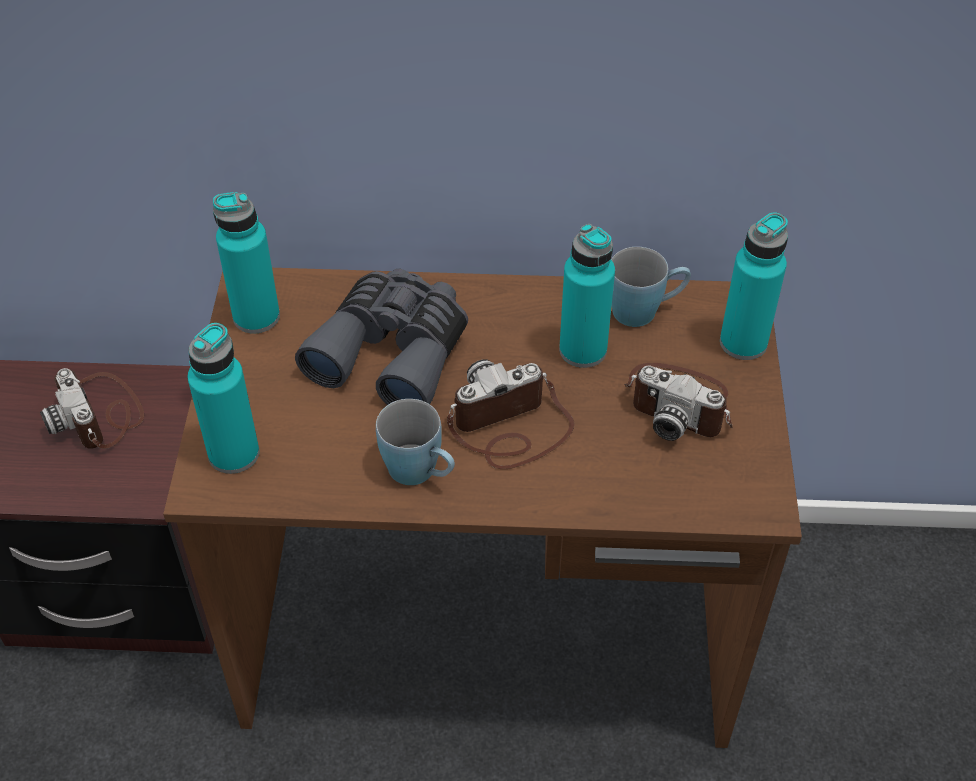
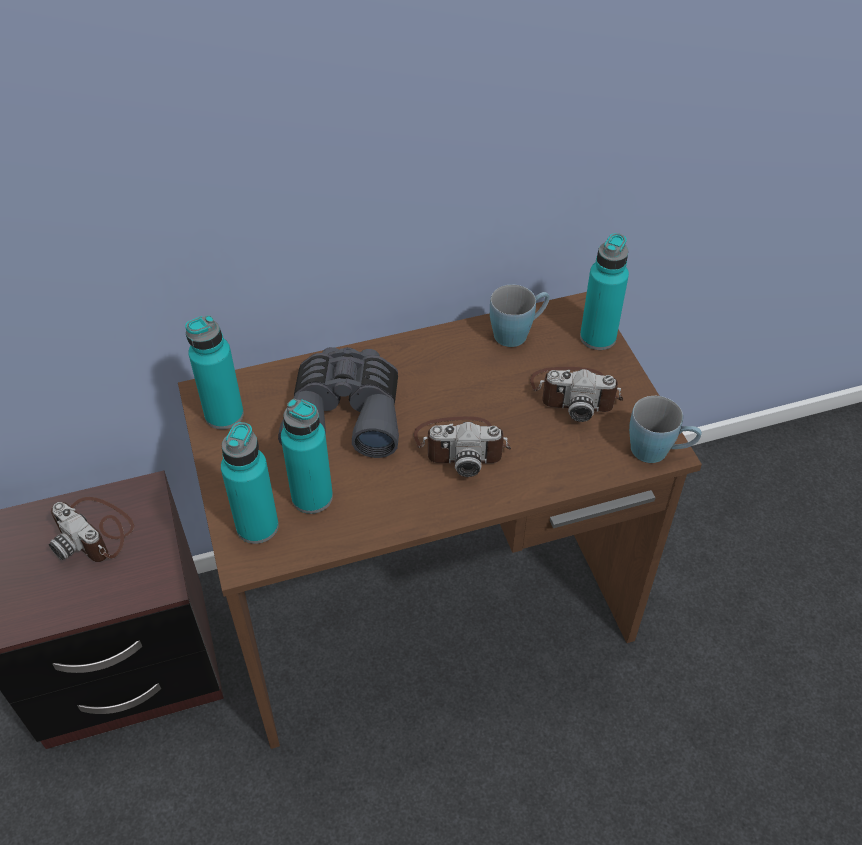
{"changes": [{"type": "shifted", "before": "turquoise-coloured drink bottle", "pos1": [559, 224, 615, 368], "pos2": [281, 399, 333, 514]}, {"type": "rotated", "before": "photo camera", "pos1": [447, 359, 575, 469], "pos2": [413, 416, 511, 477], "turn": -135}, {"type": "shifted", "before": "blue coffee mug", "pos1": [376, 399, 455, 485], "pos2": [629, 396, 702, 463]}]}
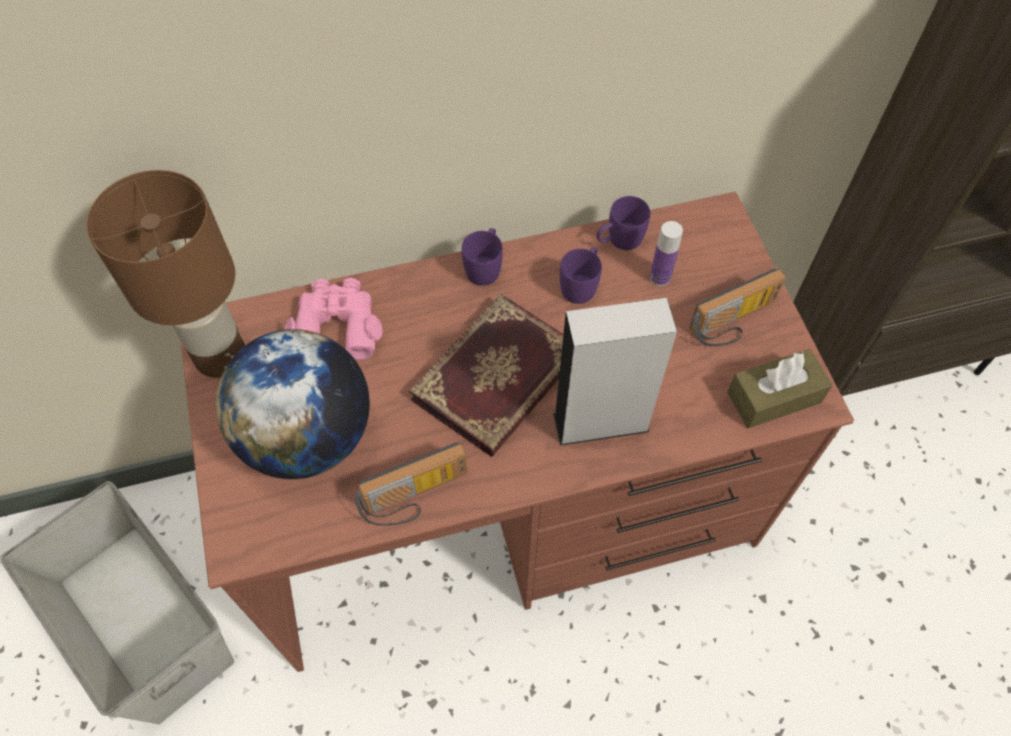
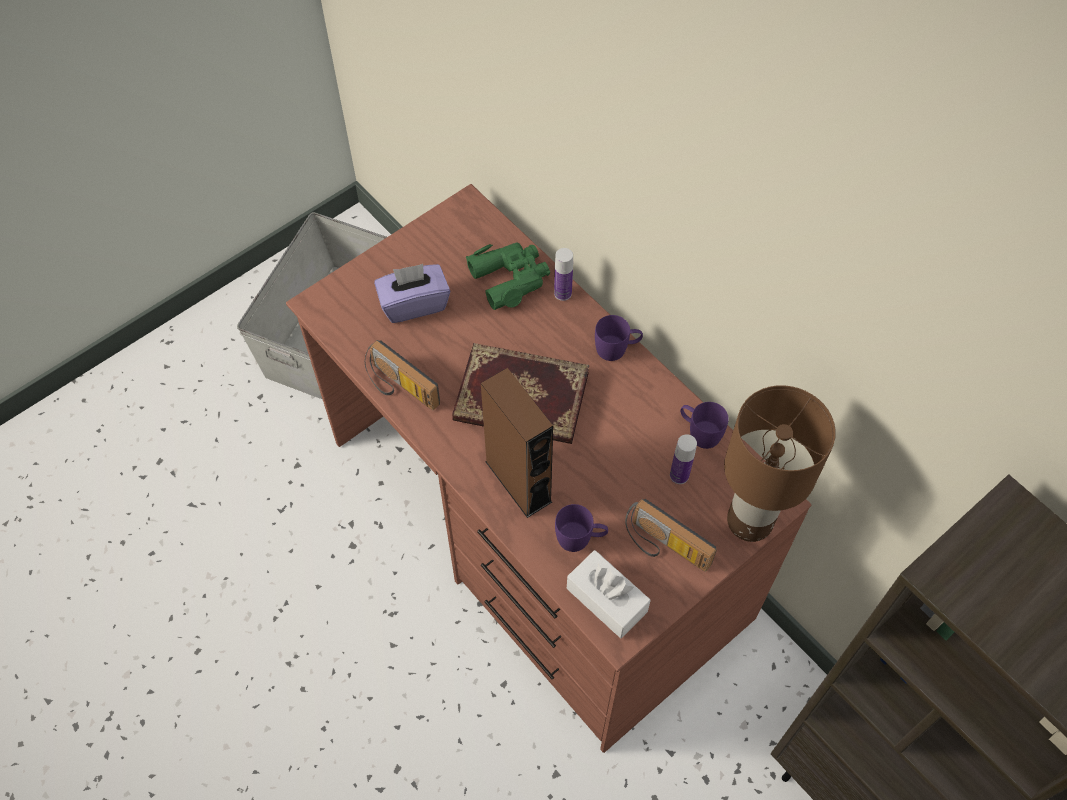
{"changes": [{"type": "shifted", "before": "brownish table lamp", "pos1": [86, 170, 245, 378], "pos2": [724, 385, 836, 542]}, {"type": "shifted", "before": "purplish coffee mug", "pos1": [560, 247, 602, 304], "pos2": [555, 504, 608, 552]}, {"type": "repainted", "before": "pinkish binoculars", "after": "green-coloured binoculars", "pos1": [285, 278, 383, 360], "pos2": [466, 242, 550, 310]}, {"type": "repainted", "before": "gray audio speaker", "after": "brownish audio speaker", "pos1": [553, 297, 677, 446], "pos2": [481, 368, 553, 518]}, {"type": "swapped", "before": "globe", "after": "purplish tissue holder", "pos1": [216, 329, 370, 479], "pos2": [374, 264, 450, 323]}, {"type": "repainted", "before": "brownish tissue holder", "after": "whitish tissue holder", "pos1": [727, 349, 832, 428], "pos2": [567, 550, 651, 638]}, {"type": "new", "after": "drink bottle", "pos2": [554, 248, 573, 301]}]}
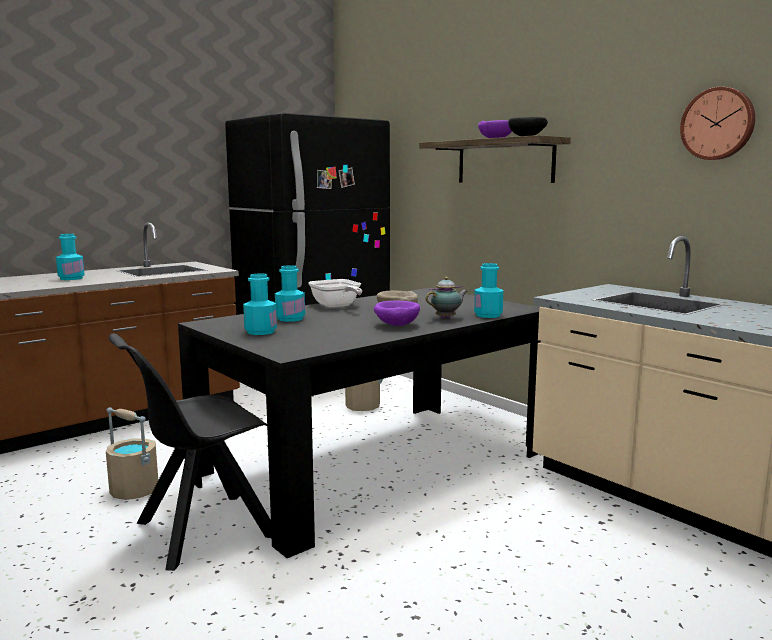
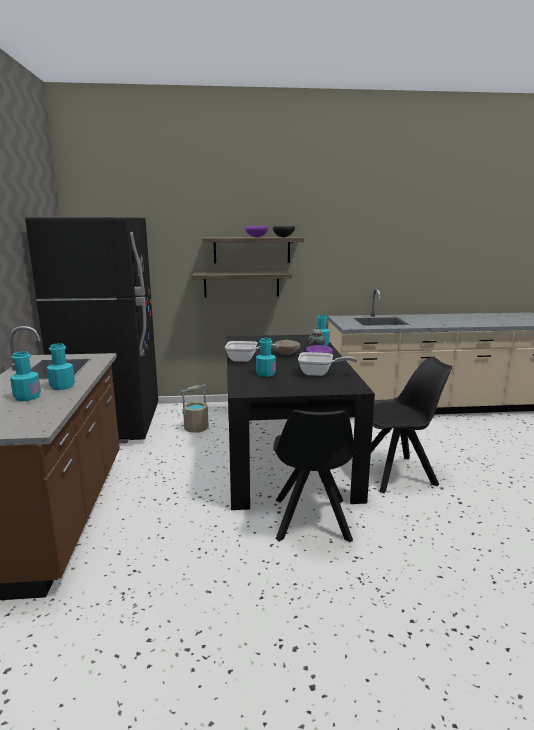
{"changes": [{"type": "gone", "before": "hanging clock", "pos1": [680, 87, 755, 160]}, {"type": "shifted", "before": "turquoise-coloured drink bottle", "pos1": [243, 274, 277, 335], "pos2": [47, 343, 75, 390]}, {"type": "gone", "before": "sand-coloured pail", "pos1": [106, 407, 158, 500]}, {"type": "new", "after": "bracket shelf", "pos2": [192, 271, 292, 297]}, {"type": "new", "after": "pan", "pos2": [298, 352, 358, 376]}, {"type": "new", "after": "blackish plain chair", "pos2": [371, 357, 452, 493]}]}
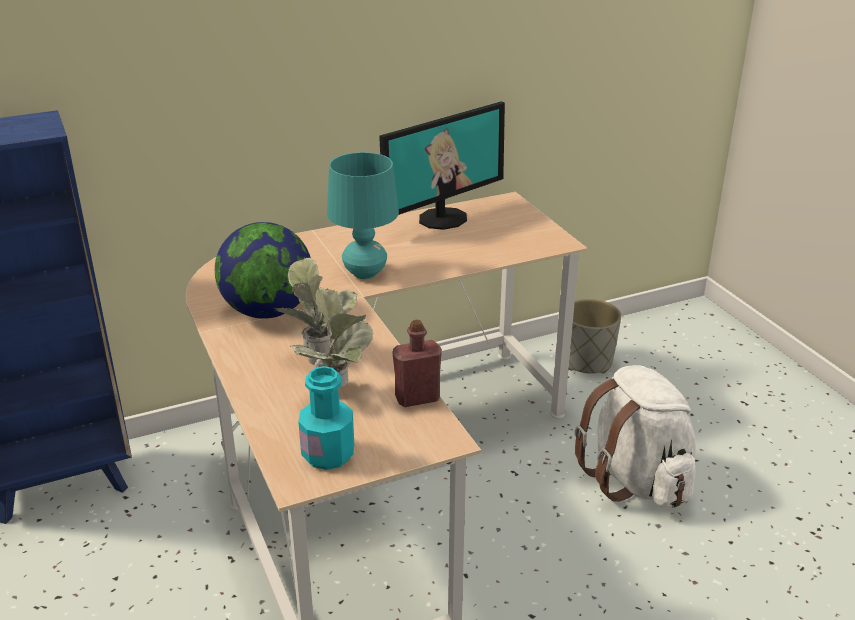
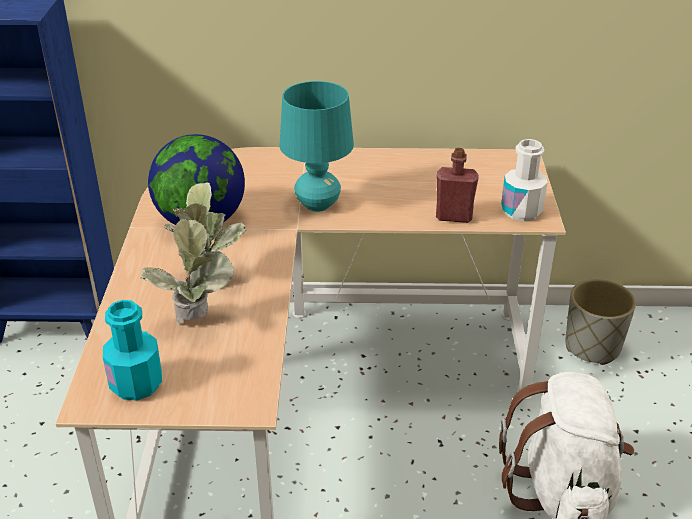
{"changes": [{"type": "gone", "before": "monitor", "pos1": [379, 101, 505, 230]}, {"type": "shifted", "before": "red drink bottle", "pos1": [392, 320, 442, 407], "pos2": [436, 148, 479, 223]}, {"type": "new", "after": "whitish drink bottle", "pos2": [501, 139, 547, 221]}]}
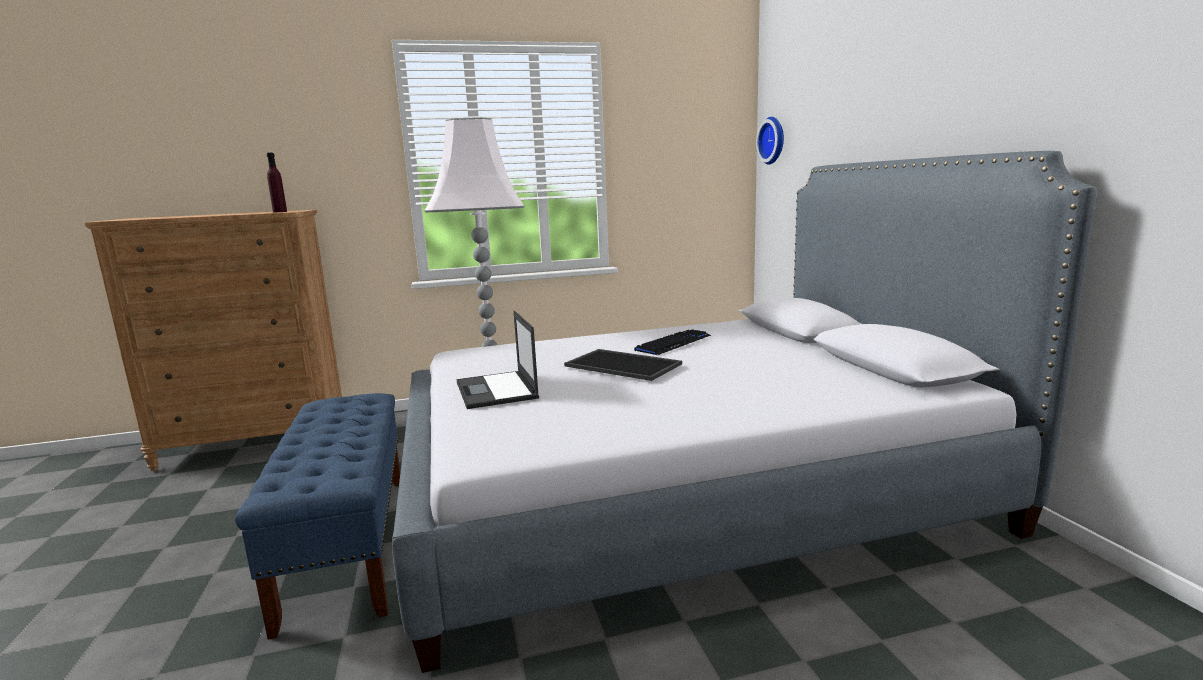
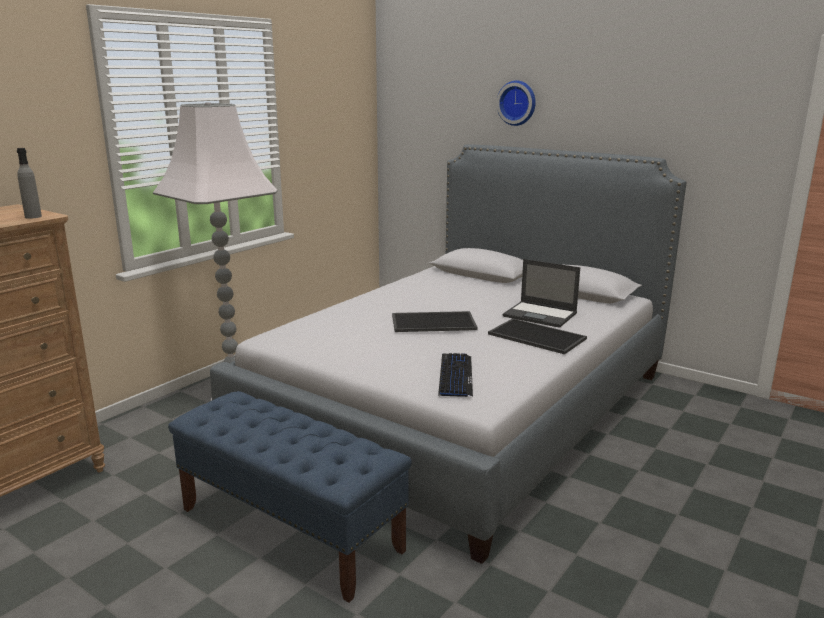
{"changes": [{"type": "shifted", "before": "hanging clock", "pos1": [756, 117, 784, 165], "pos2": [496, 80, 536, 126]}, {"type": "repainted", "before": "purplish drink bottle", "after": "gray drink bottle", "pos1": [267, 153, 287, 213], "pos2": [17, 148, 42, 219]}, {"type": "shifted", "before": "laptop", "pos1": [456, 311, 539, 409], "pos2": [503, 259, 580, 328]}, {"type": "shifted", "before": "keyboard", "pos1": [634, 330, 711, 355], "pos2": [438, 353, 473, 397]}, {"type": "new", "after": "tray", "pos2": [488, 318, 587, 354]}]}
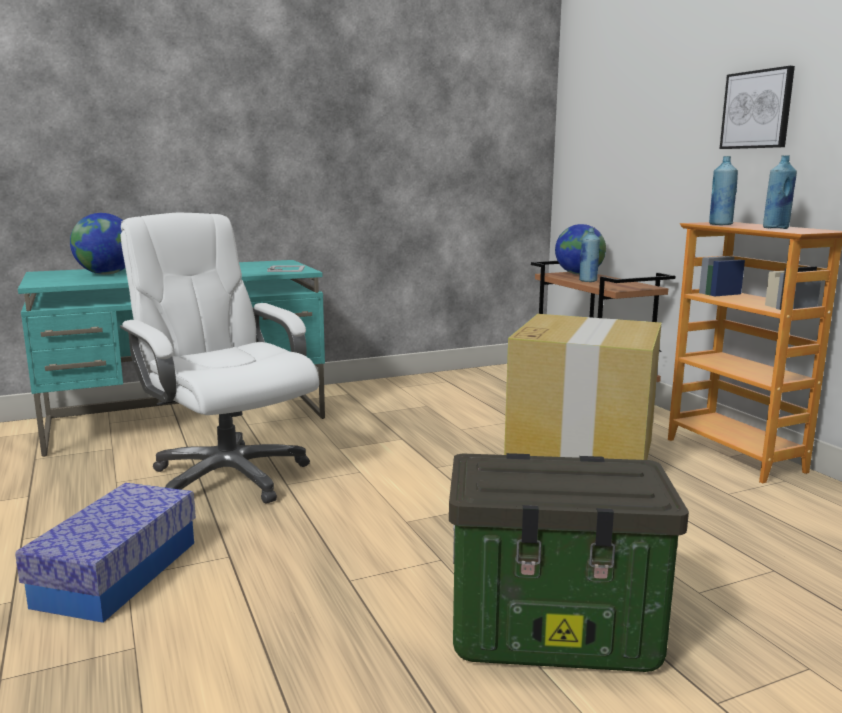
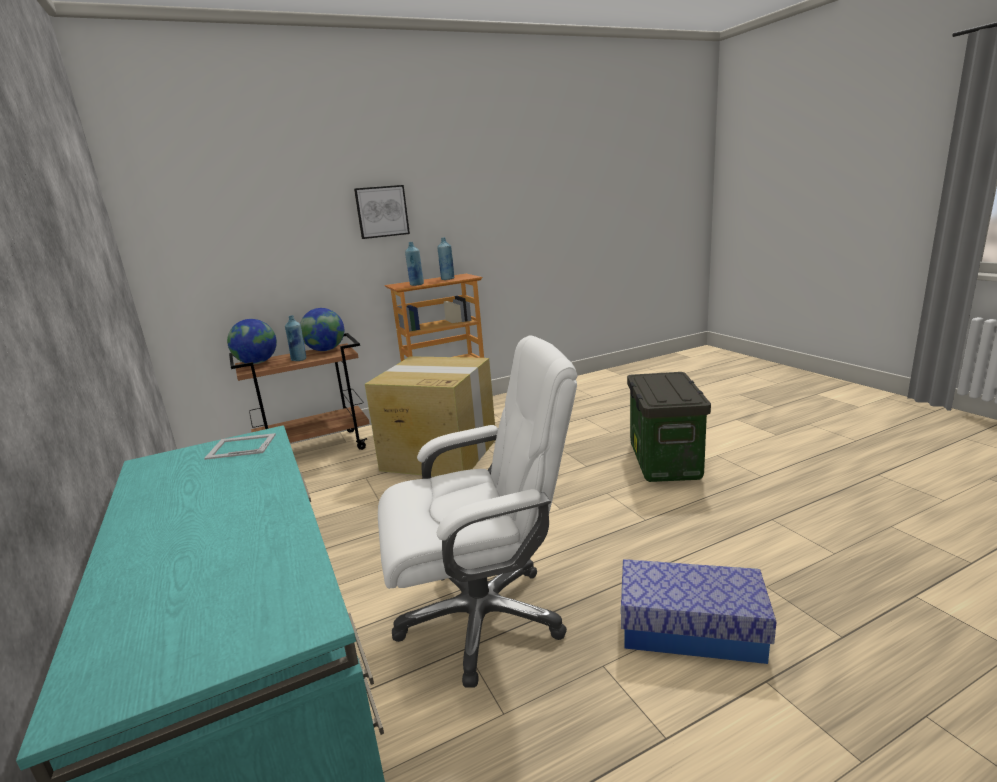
{"changes": [{"type": "shifted", "before": "globe", "pos1": [70, 213, 125, 275], "pos2": [300, 308, 344, 351]}, {"type": "rotated", "before": "whitish desk chair", "pos1": [120, 213, 319, 504], "pos2": [378, 335, 577, 688], "turn": -150}]}
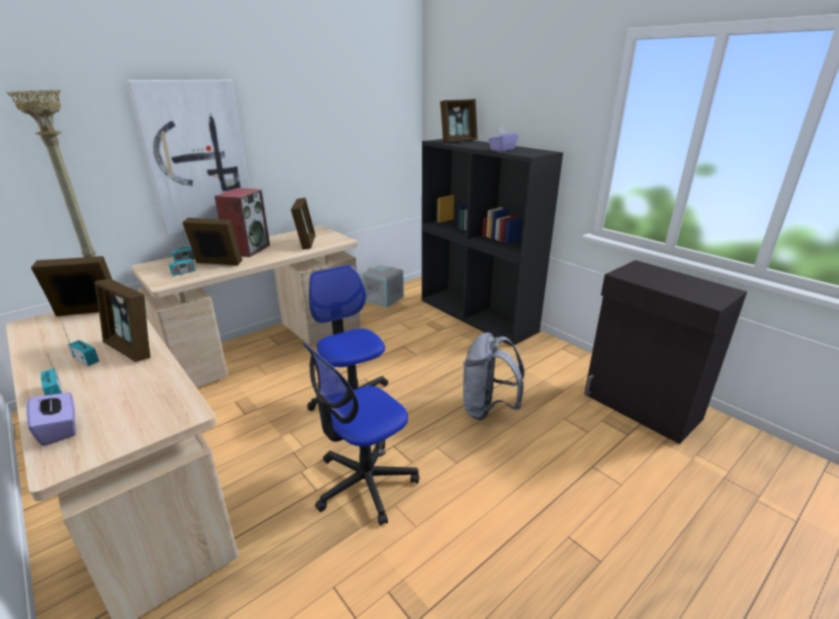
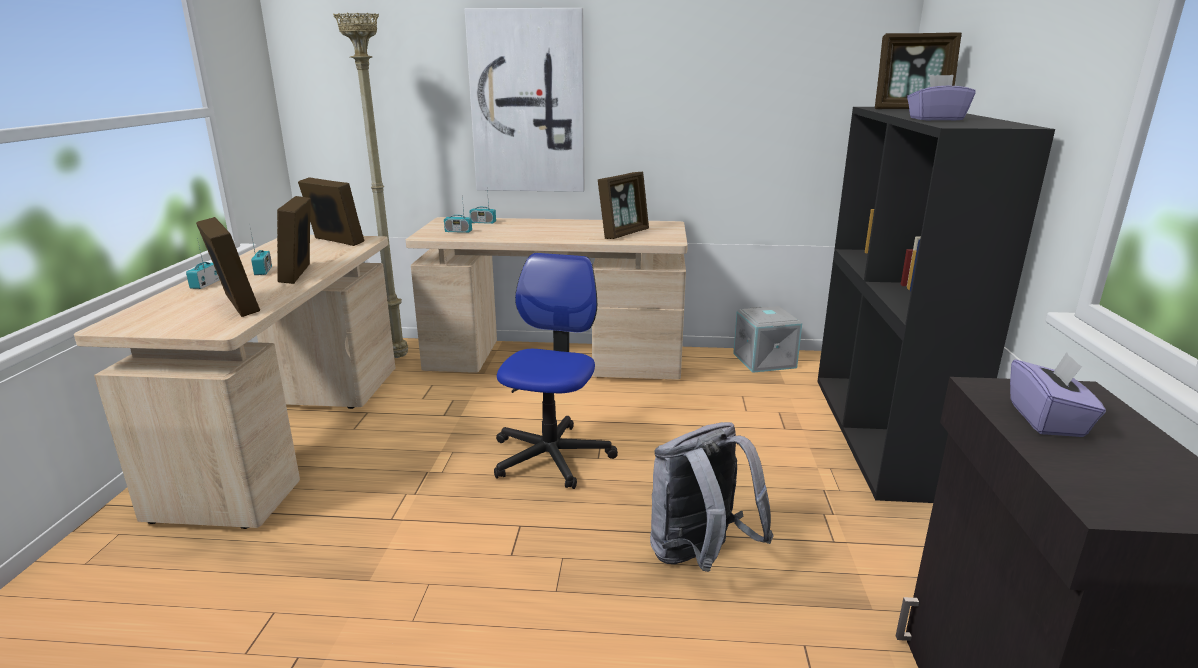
{"changes": [{"type": "gone", "before": "audio speaker", "pos1": [214, 188, 270, 257]}, {"type": "shifted", "before": "standing frame", "pos1": [182, 218, 242, 266], "pos2": [196, 217, 260, 317]}, {"type": "gone", "before": "desk chair", "pos1": [303, 343, 419, 526]}, {"type": "shifted", "before": "purplish tissue holder", "pos1": [26, 387, 76, 446], "pos2": [1010, 352, 1106, 437]}]}
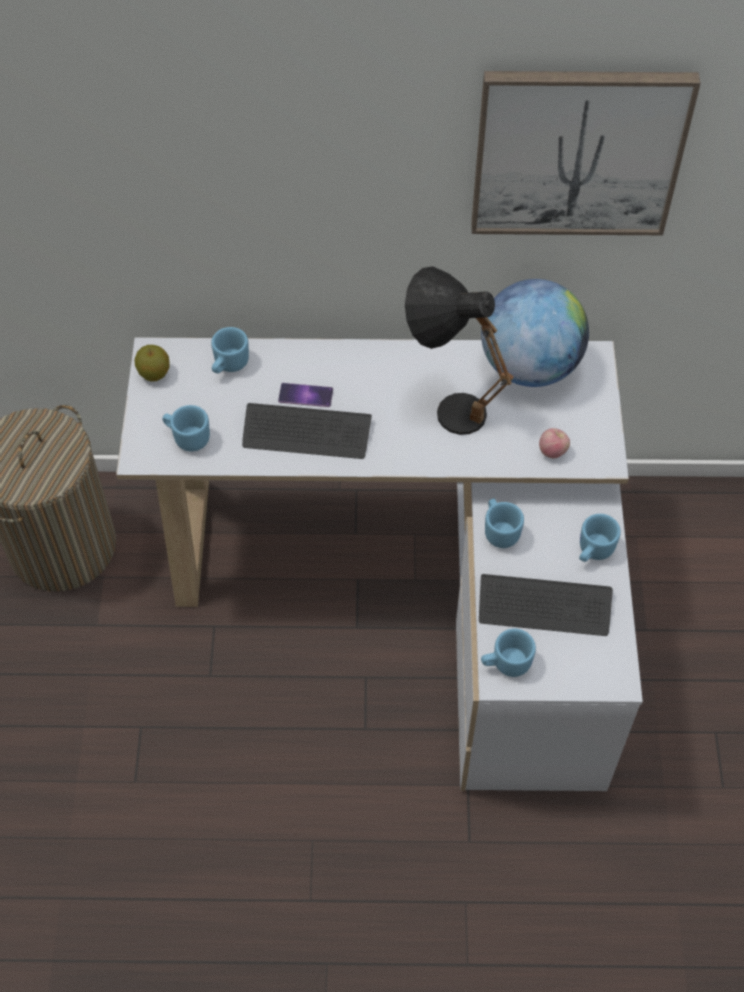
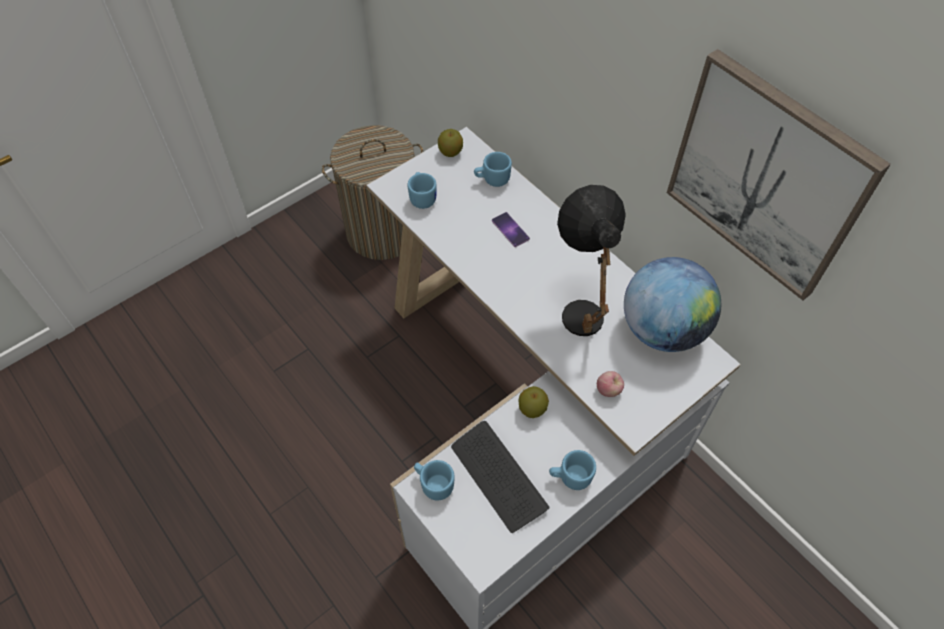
{"changes": [{"type": "gone", "before": "keyboard", "pos1": [242, 403, 372, 459]}, {"type": "swapped", "before": "blue coffee mug", "after": "whole apple", "pos1": [485, 499, 524, 548], "pos2": [518, 386, 549, 418]}]}
